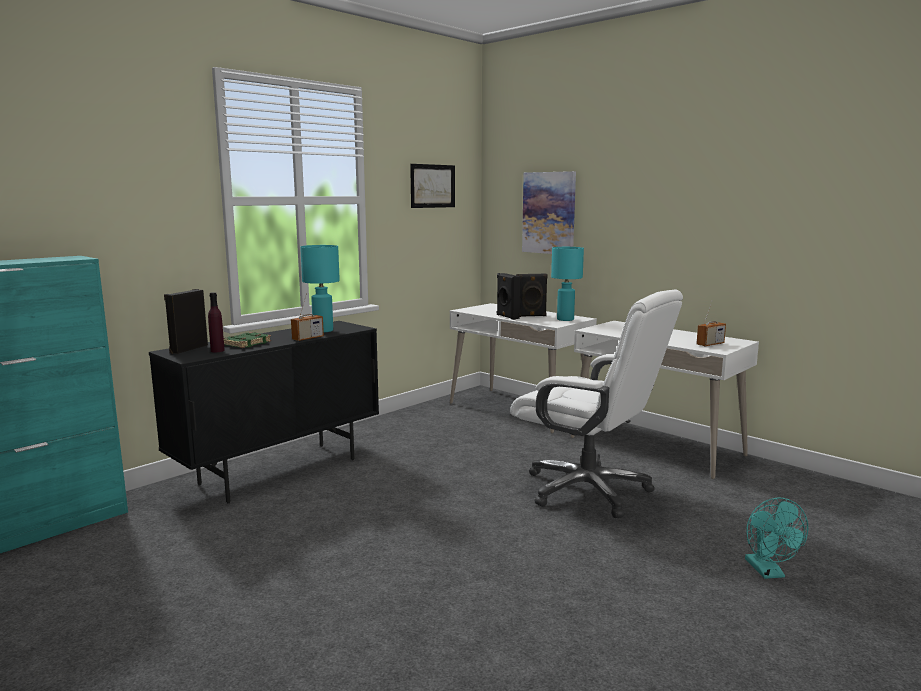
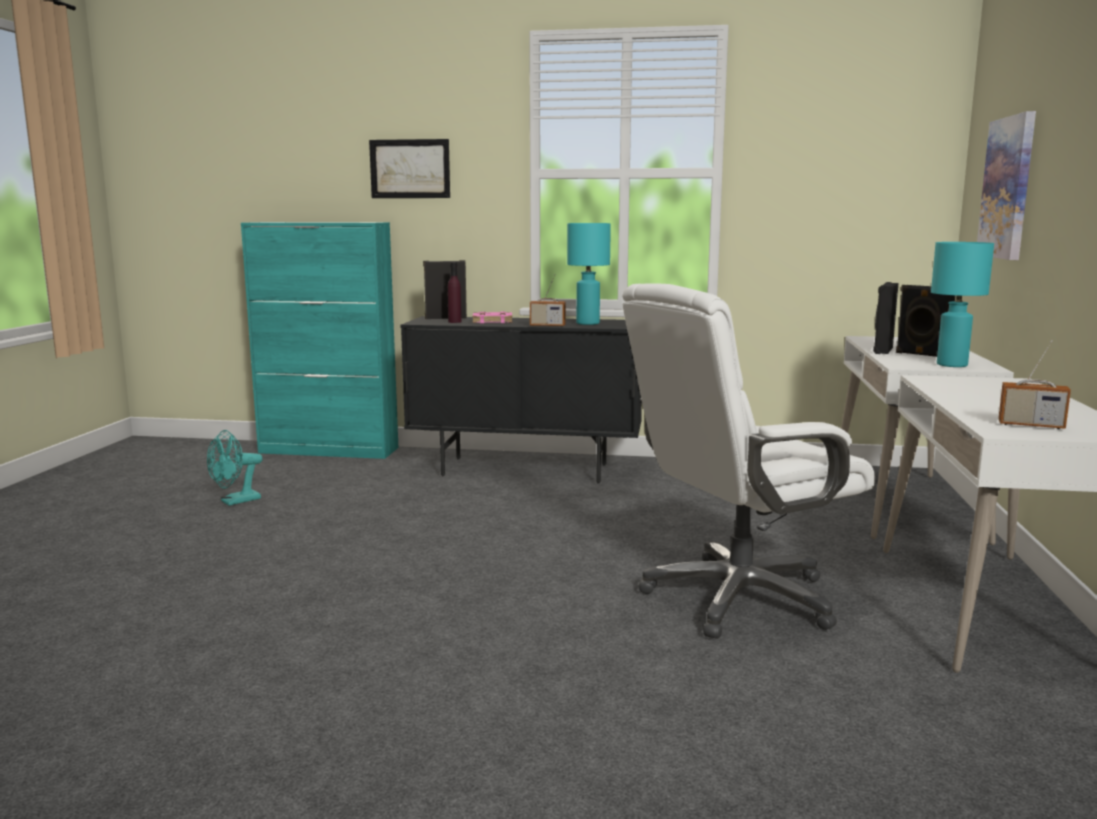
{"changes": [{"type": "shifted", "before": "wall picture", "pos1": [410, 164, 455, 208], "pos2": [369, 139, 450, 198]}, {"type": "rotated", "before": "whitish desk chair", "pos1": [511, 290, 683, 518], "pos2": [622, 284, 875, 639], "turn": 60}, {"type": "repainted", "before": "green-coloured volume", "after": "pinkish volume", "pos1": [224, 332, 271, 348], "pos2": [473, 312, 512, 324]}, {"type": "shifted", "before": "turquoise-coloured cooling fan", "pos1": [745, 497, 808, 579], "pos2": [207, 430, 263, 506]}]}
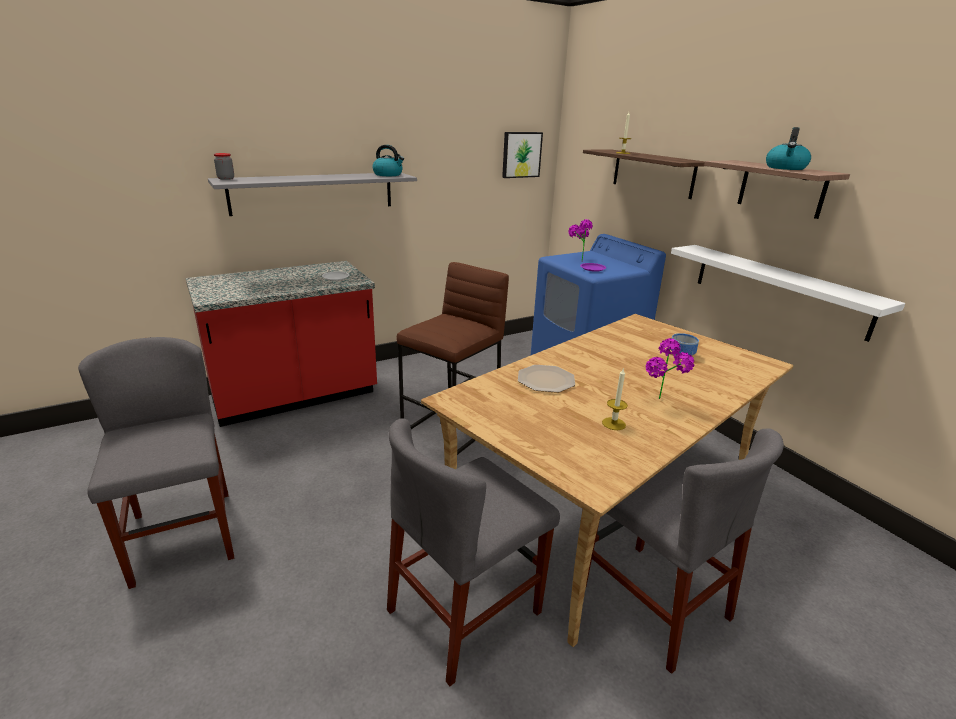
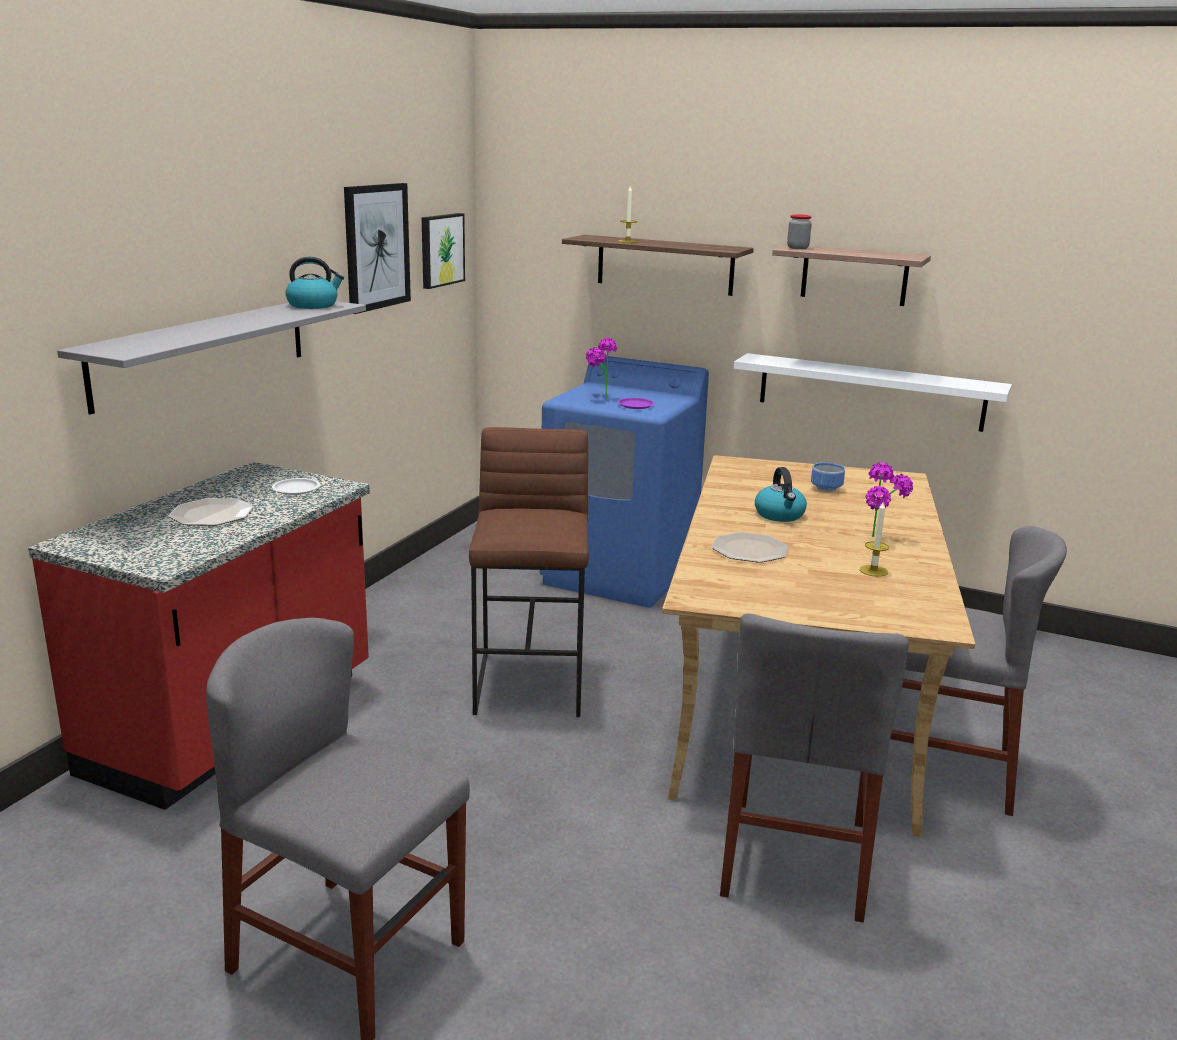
{"changes": [{"type": "shifted", "before": "tea kettle", "pos1": [766, 127, 811, 170], "pos2": [755, 467, 807, 522]}, {"type": "shifted", "before": "storage jar", "pos1": [214, 153, 234, 180], "pos2": [787, 214, 812, 249]}, {"type": "new", "after": "wall picture", "pos2": [344, 183, 411, 314]}, {"type": "new", "after": "flat dish", "pos2": [168, 498, 254, 526]}]}
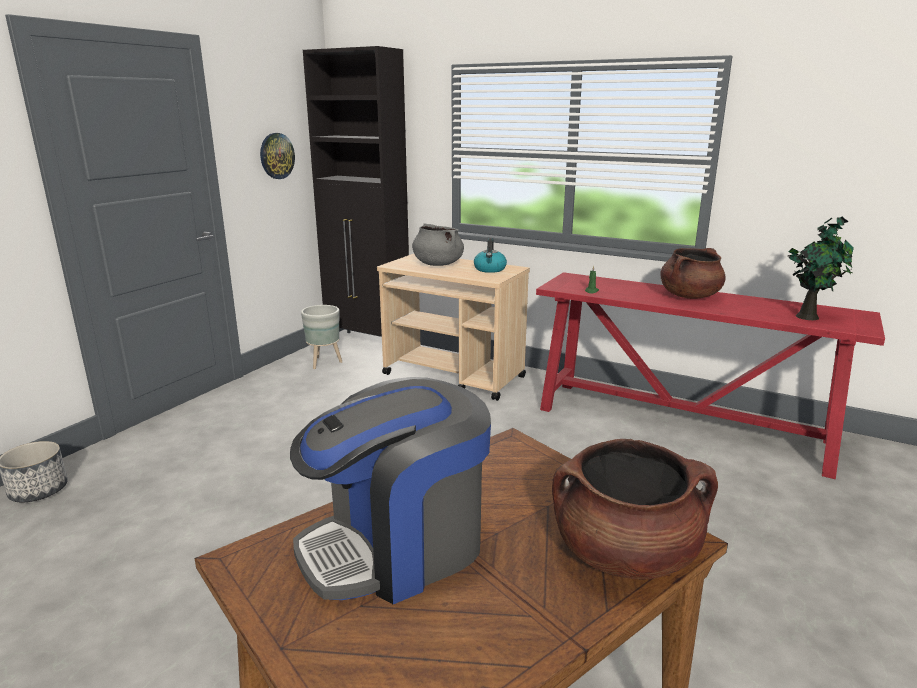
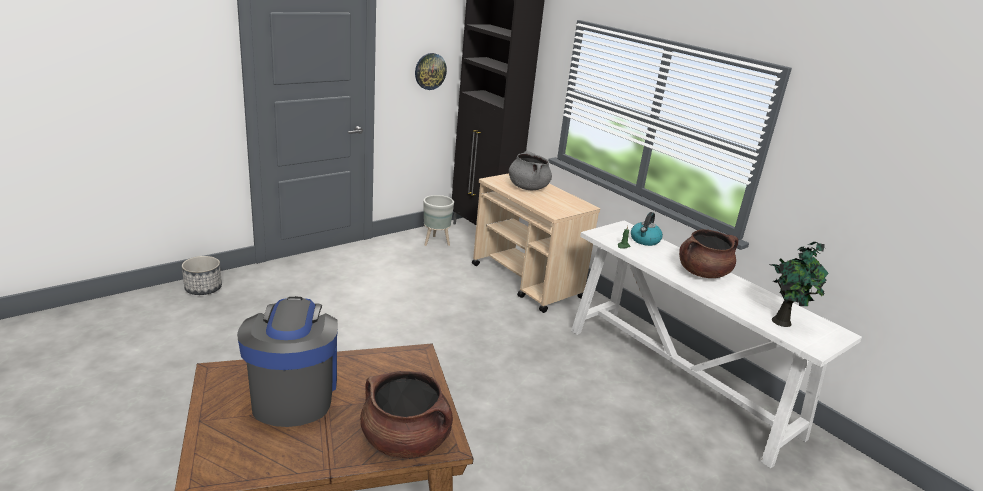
{"changes": [{"type": "shifted", "before": "tea kettle", "pos1": [474, 238, 507, 273], "pos2": [631, 212, 663, 246]}, {"type": "repainted", "before": "red hall table", "after": "whitish hall table", "pos1": [536, 272, 885, 479], "pos2": [571, 221, 862, 468]}, {"type": "rotated", "before": "coffee maker", "pos1": [290, 377, 491, 604], "pos2": [237, 296, 338, 427], "turn": 90}]}
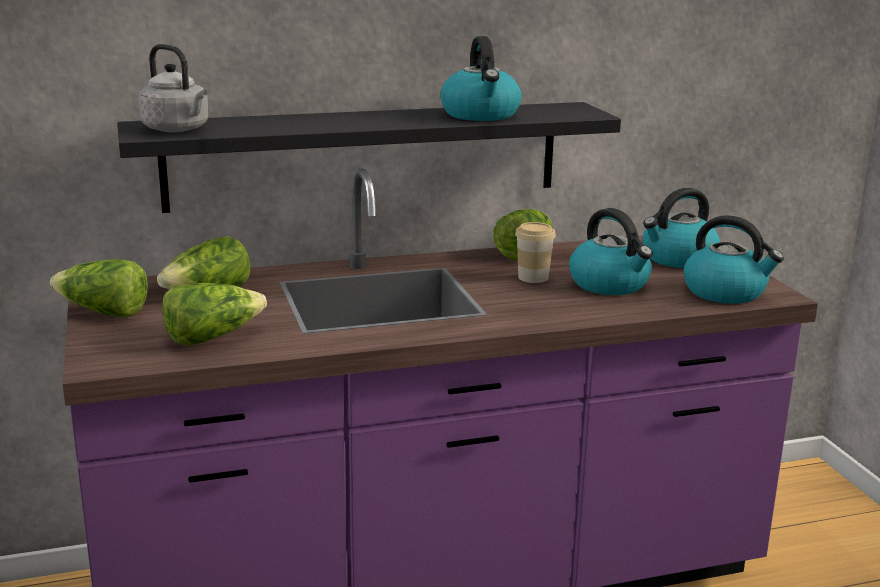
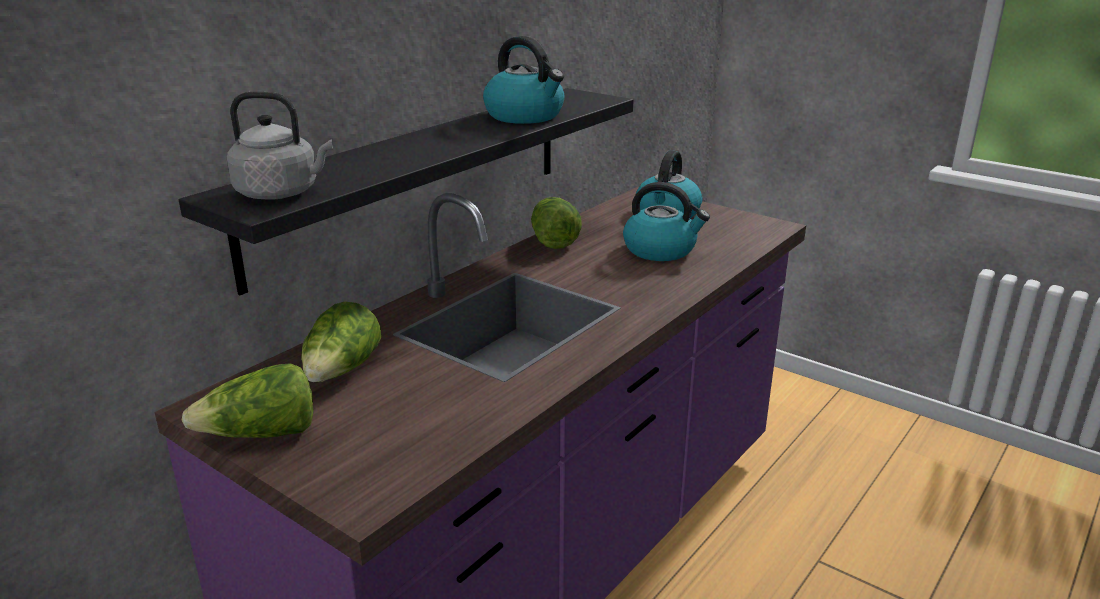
{"changes": [{"type": "gone", "before": "tea kettle", "pos1": [684, 215, 784, 304]}, {"type": "gone", "before": "cup", "pos1": [515, 222, 556, 283]}, {"type": "gone", "before": "head of lettuce", "pos1": [162, 283, 267, 346]}]}
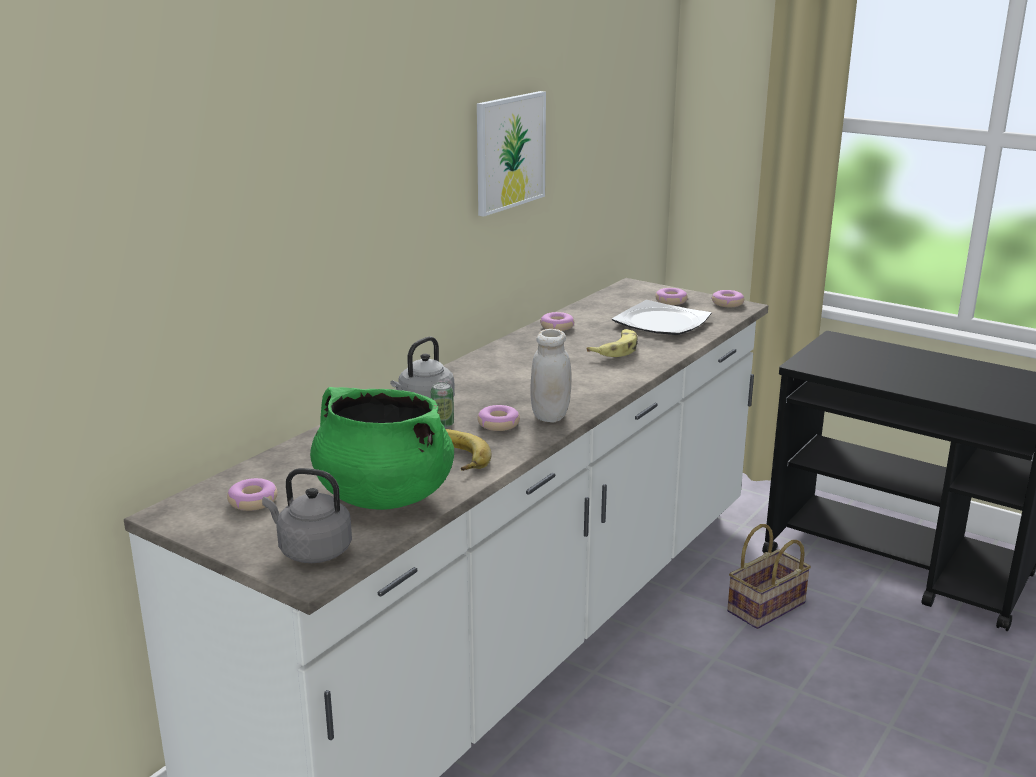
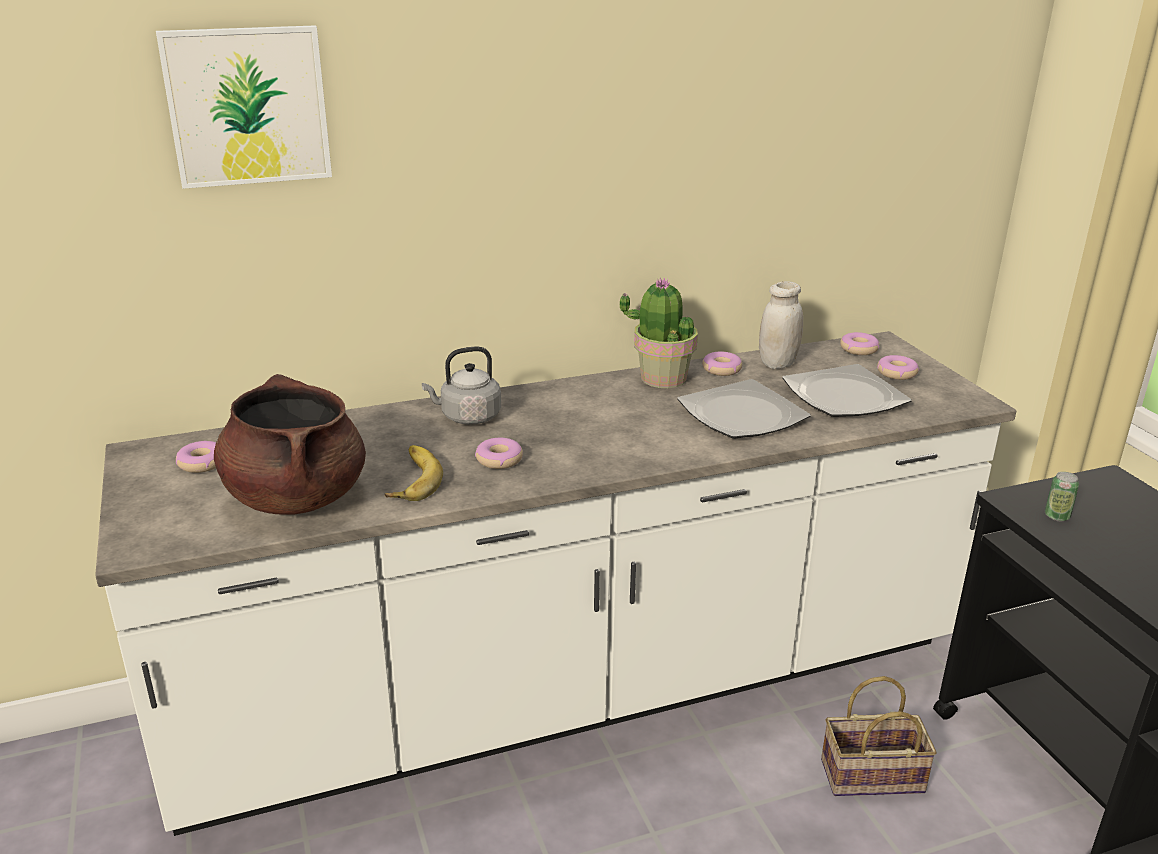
{"changes": [{"type": "shifted", "before": "wall picture", "pos1": [477, 91, 546, 217], "pos2": [156, 25, 332, 189]}, {"type": "shifted", "before": "donut", "pos1": [711, 290, 744, 307], "pos2": [840, 332, 879, 355]}, {"type": "shifted", "before": "whitish storage jar", "pos1": [531, 329, 572, 423], "pos2": [759, 281, 803, 369]}, {"type": "swapped", "before": "banana", "after": "flat dish", "pos1": [586, 329, 637, 357], "pos2": [677, 379, 811, 438]}, {"type": "shifted", "before": "sealed can", "pos1": [431, 382, 454, 428], "pos2": [1045, 472, 1079, 521]}, {"type": "repainted", "before": "green-coloured stockpot", "after": "brownish stockpot", "pos1": [310, 387, 454, 510], "pos2": [214, 374, 366, 514]}, {"type": "gone", "before": "gray tea kettle", "pos1": [262, 468, 352, 563]}, {"type": "new", "after": "plant in a pot", "pos2": [620, 278, 698, 388]}]}
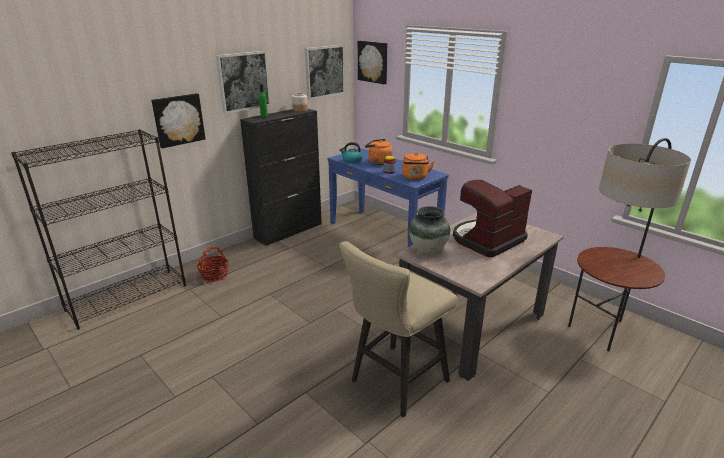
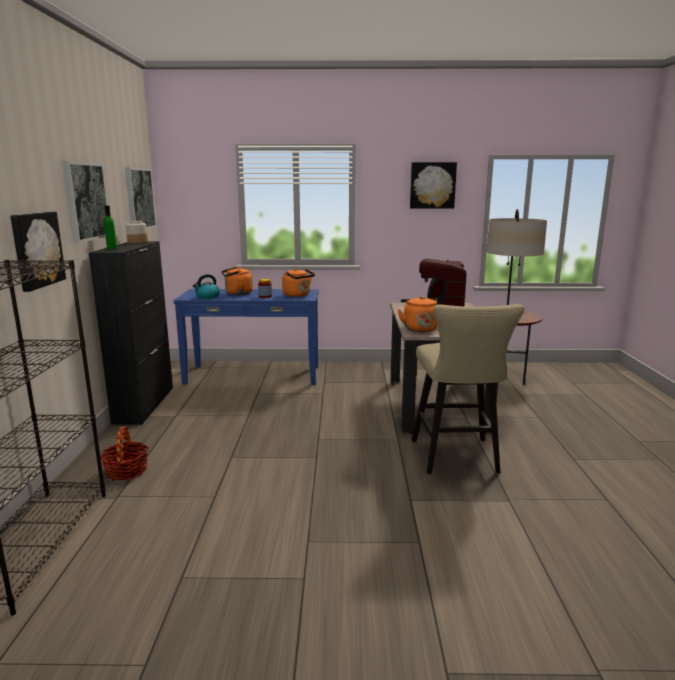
{"changes": [{"type": "shifted", "before": "wall picture", "pos1": [358, 41, 387, 84], "pos2": [410, 162, 457, 209]}, {"type": "swapped", "before": "flower vase", "after": "orange tea kettle", "pos1": [409, 206, 450, 254], "pos2": [398, 296, 438, 332]}]}
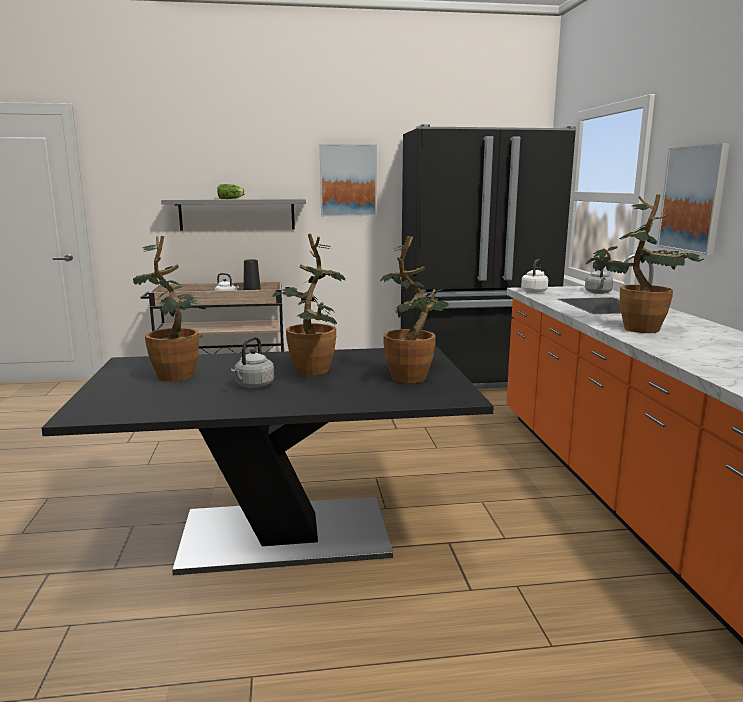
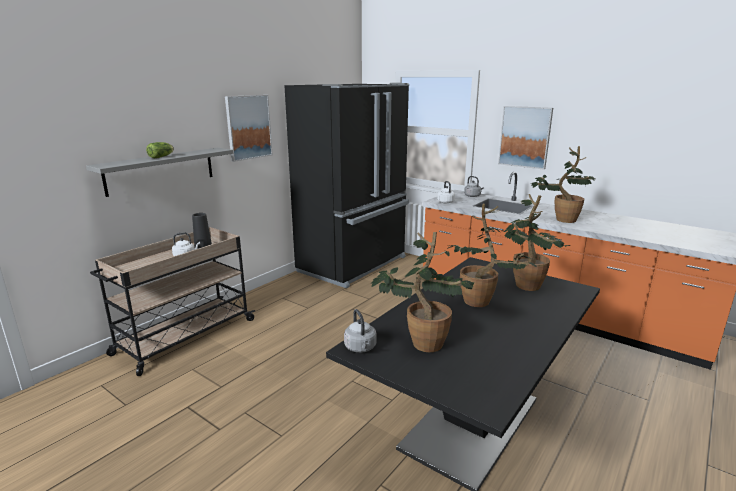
{"changes": [{"type": "shifted", "before": "gray tea kettle", "pos1": [231, 337, 274, 388], "pos2": [344, 309, 377, 353]}]}
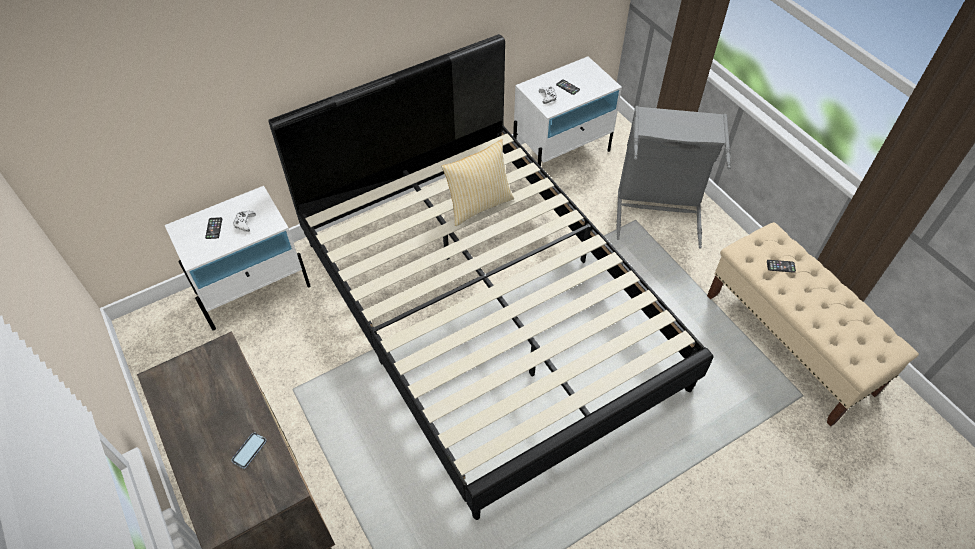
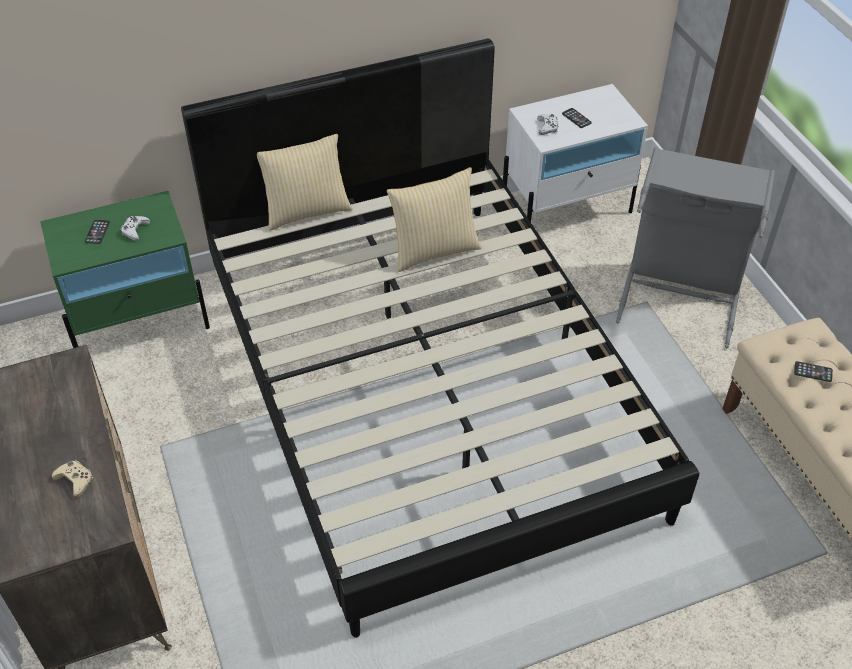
{"changes": [{"type": "repainted", "before": "whitish night table", "after": "green-coloured night table", "pos1": [165, 186, 310, 331], "pos2": [40, 191, 210, 348]}, {"type": "swapped", "before": "phone", "after": "sand-coloured gamepad", "pos1": [231, 433, 267, 469], "pos2": [52, 461, 93, 498]}, {"type": "new", "after": "throw pillow", "pos2": [257, 134, 353, 231]}]}
